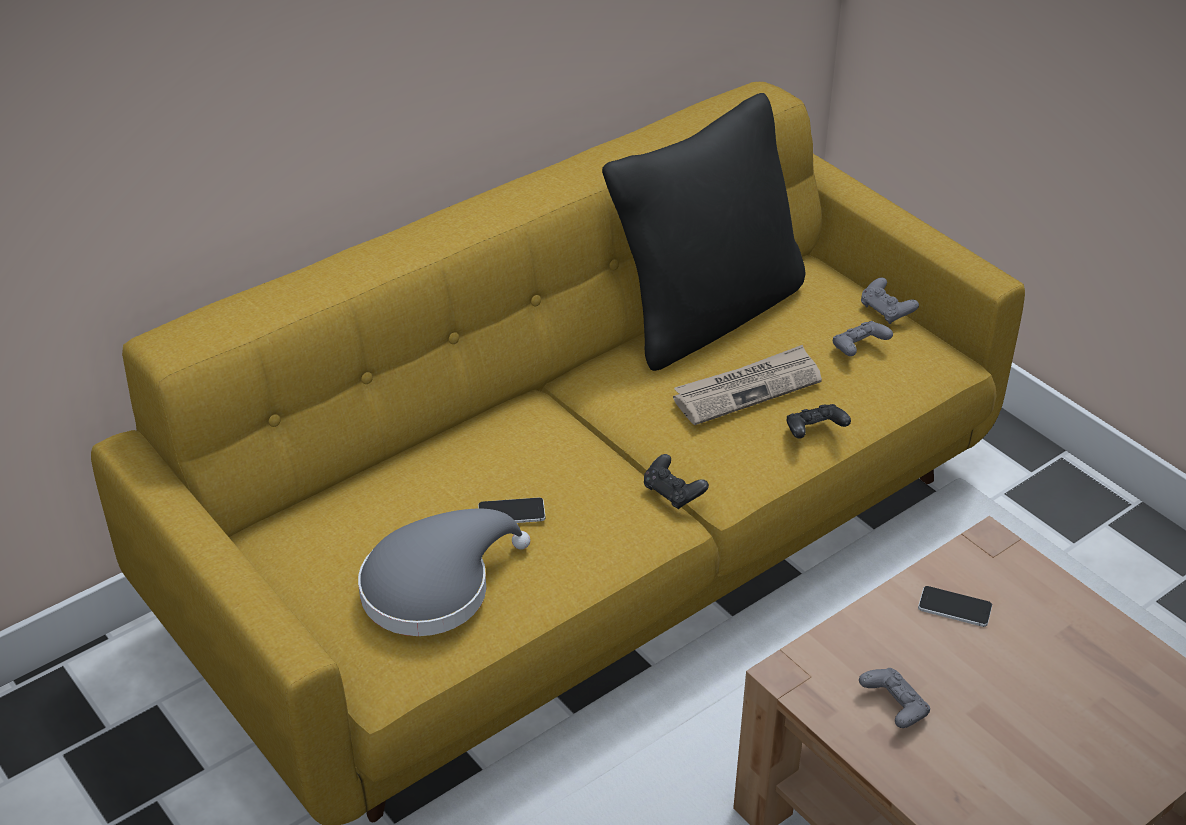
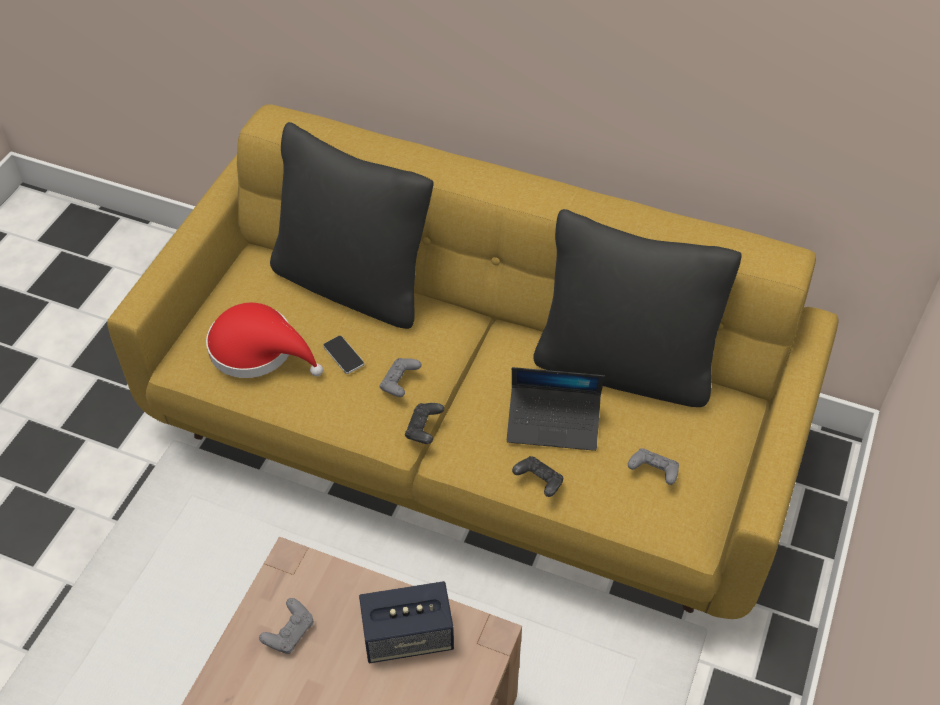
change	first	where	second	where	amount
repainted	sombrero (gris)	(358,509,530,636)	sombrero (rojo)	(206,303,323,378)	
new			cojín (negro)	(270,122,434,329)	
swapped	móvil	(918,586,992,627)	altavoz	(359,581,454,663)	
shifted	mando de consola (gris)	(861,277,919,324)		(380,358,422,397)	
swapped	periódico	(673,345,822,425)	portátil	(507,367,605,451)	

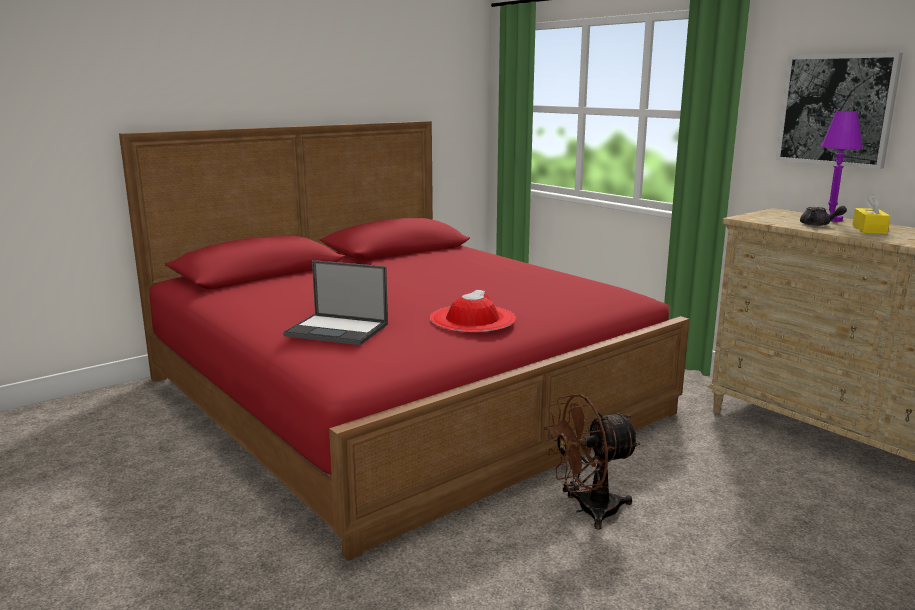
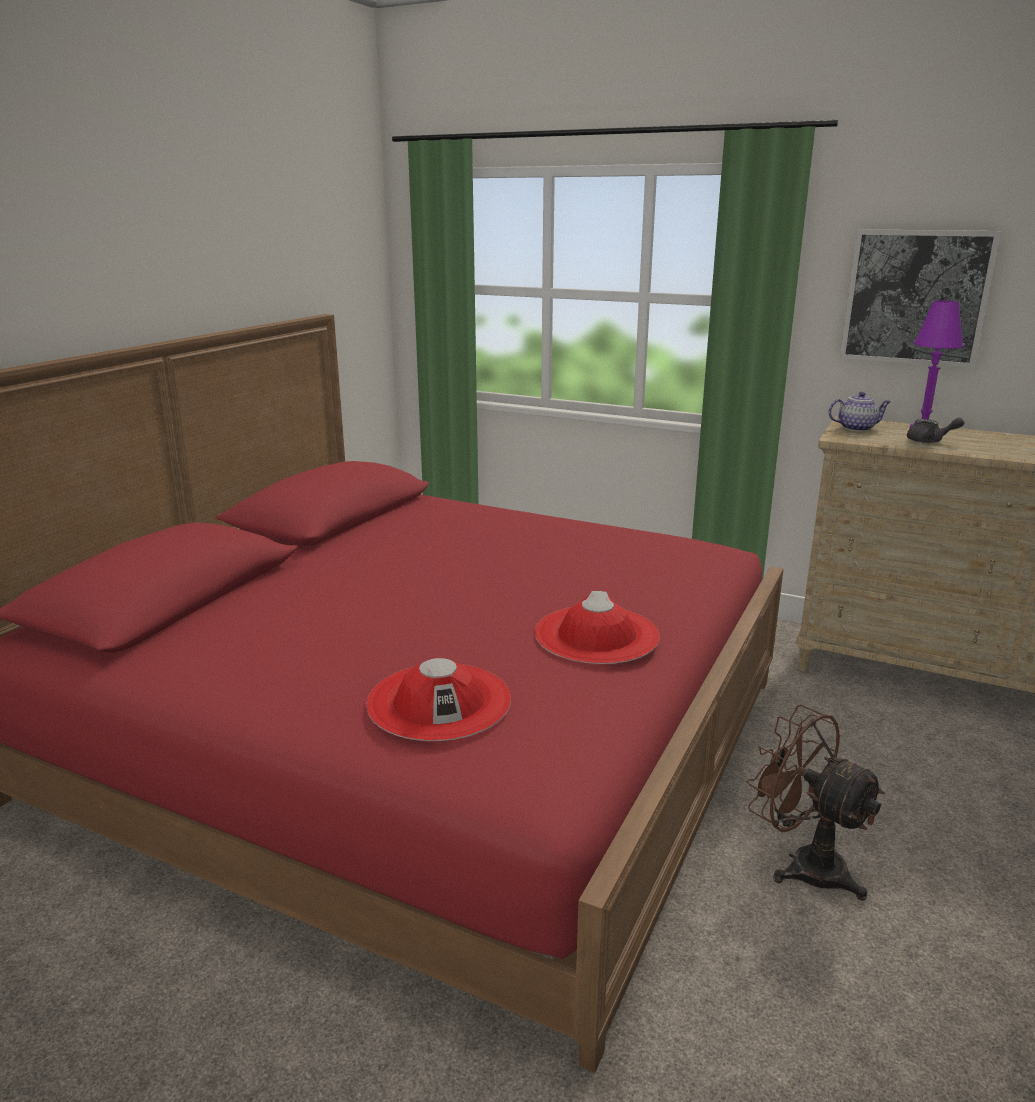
change	first	where	second	where	amount
swapped	portátil	(283,260,388,345)	sombrero (rojo)	(366,658,511,741)	
rotated	ventilador (marrón)	(544,394,641,530)		(747,704,885,901)	90 degrees clockwise
new			tetera	(828,392,891,431)	
gone	caja de pañuelos (amarillo)	(853,194,891,234)			

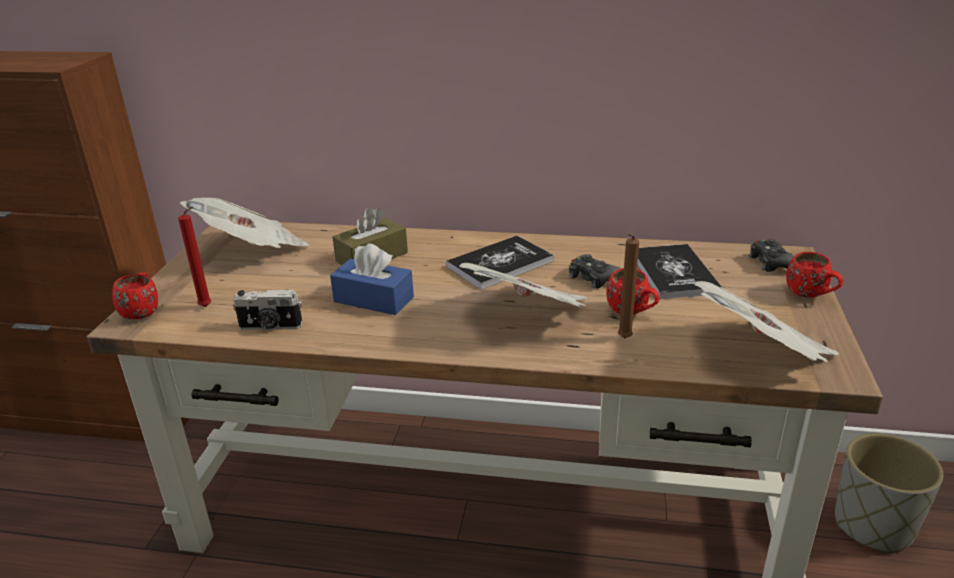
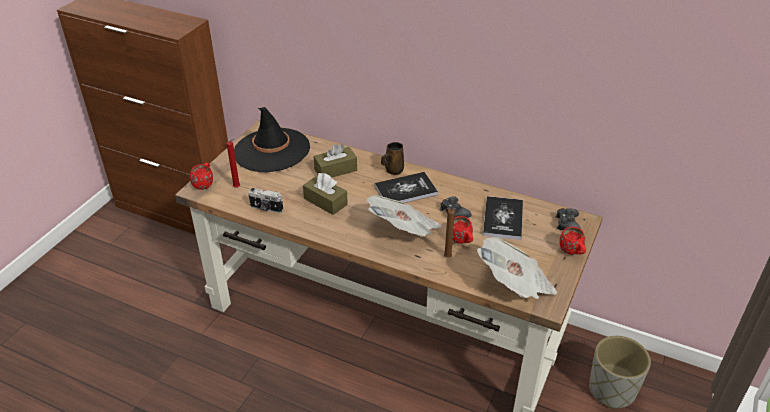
change	first	where	second	where	amount
swapped	periódico	(180,197,310,248)	sombrero (negro)	(234,107,310,172)	
repainted	caja de pañuelos (azul)	(330,243,414,315)	caja de pañuelos (marrón)	(303,173,348,215)	
new			taza grande (marrón)	(381,142,404,175)	

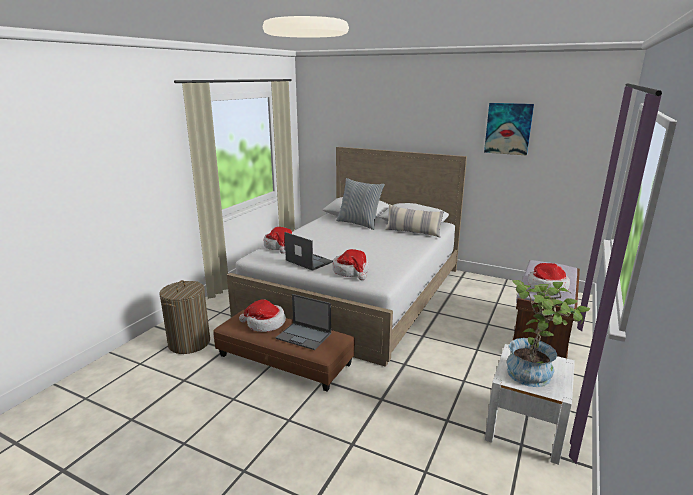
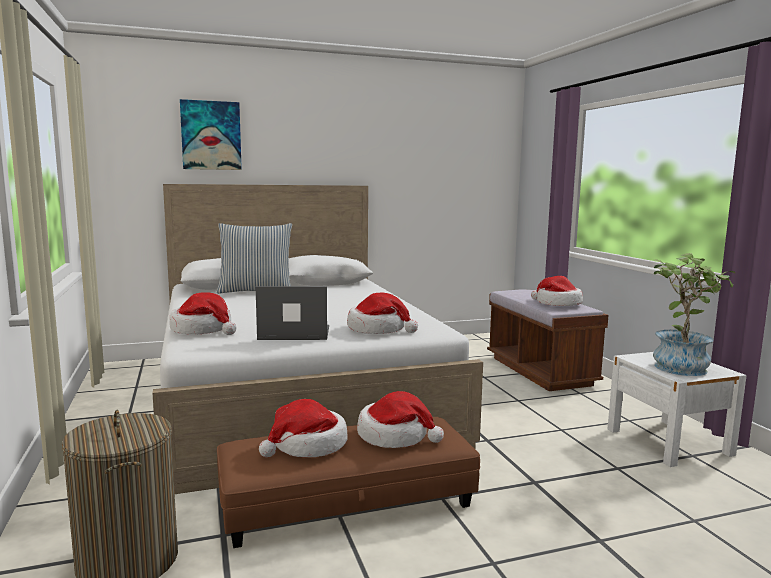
change	first	where	second	where	amount
shifted	cuadro	(484,103,534,156)		(180,99,242,170)	
swapped	portátil	(275,294,331,350)	sombrero	(357,391,444,448)	
gone	cojín	(385,204,444,238)			

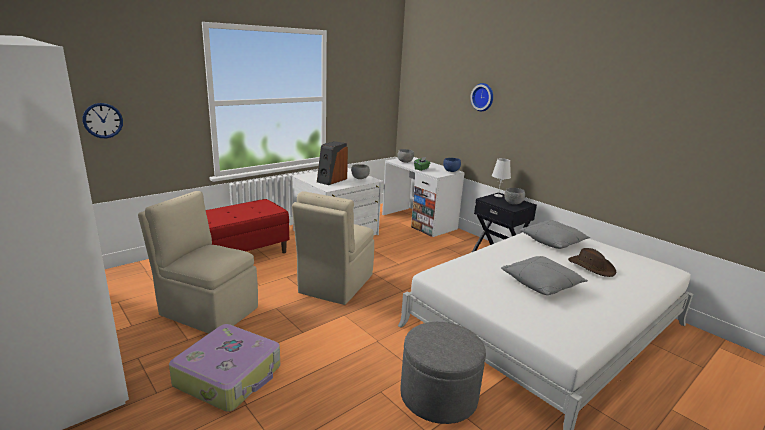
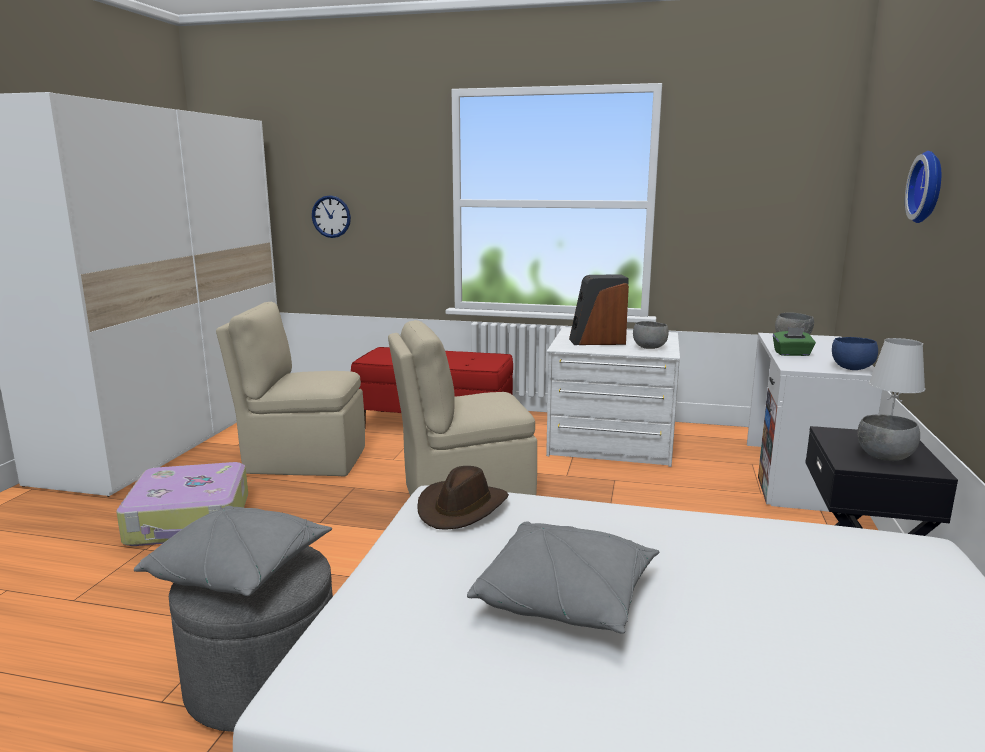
change	first	where	second	where	amount
shifted	cojín (gris)	(520,220,590,249)		(134,506,332,596)	
rotated	silla (beis)	(138,191,258,333)		(216,302,365,476)	75 degrees counterclockwise
shifted	sombrero (marrón)	(568,248,617,277)		(418,466,509,530)	

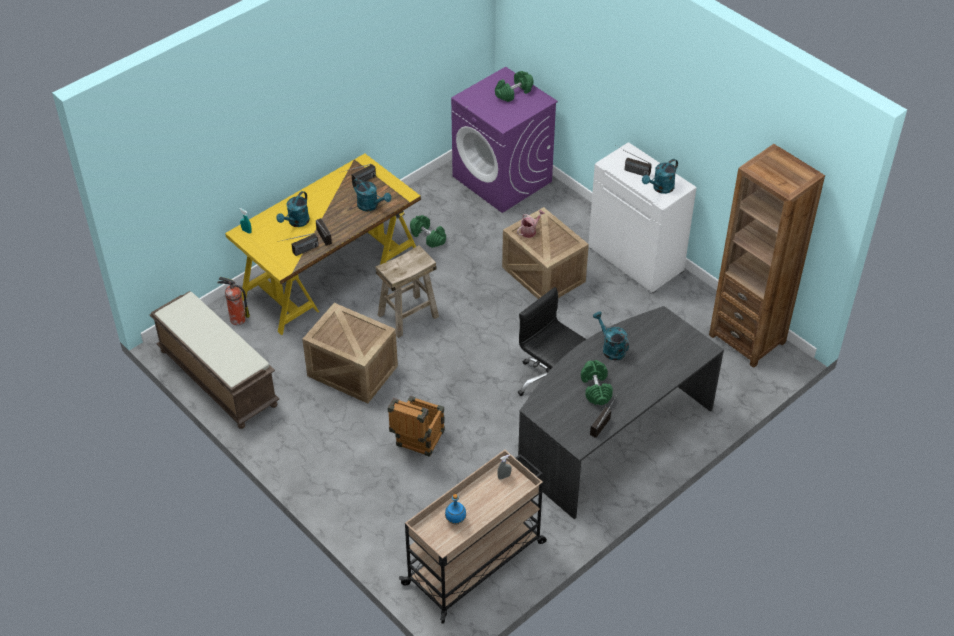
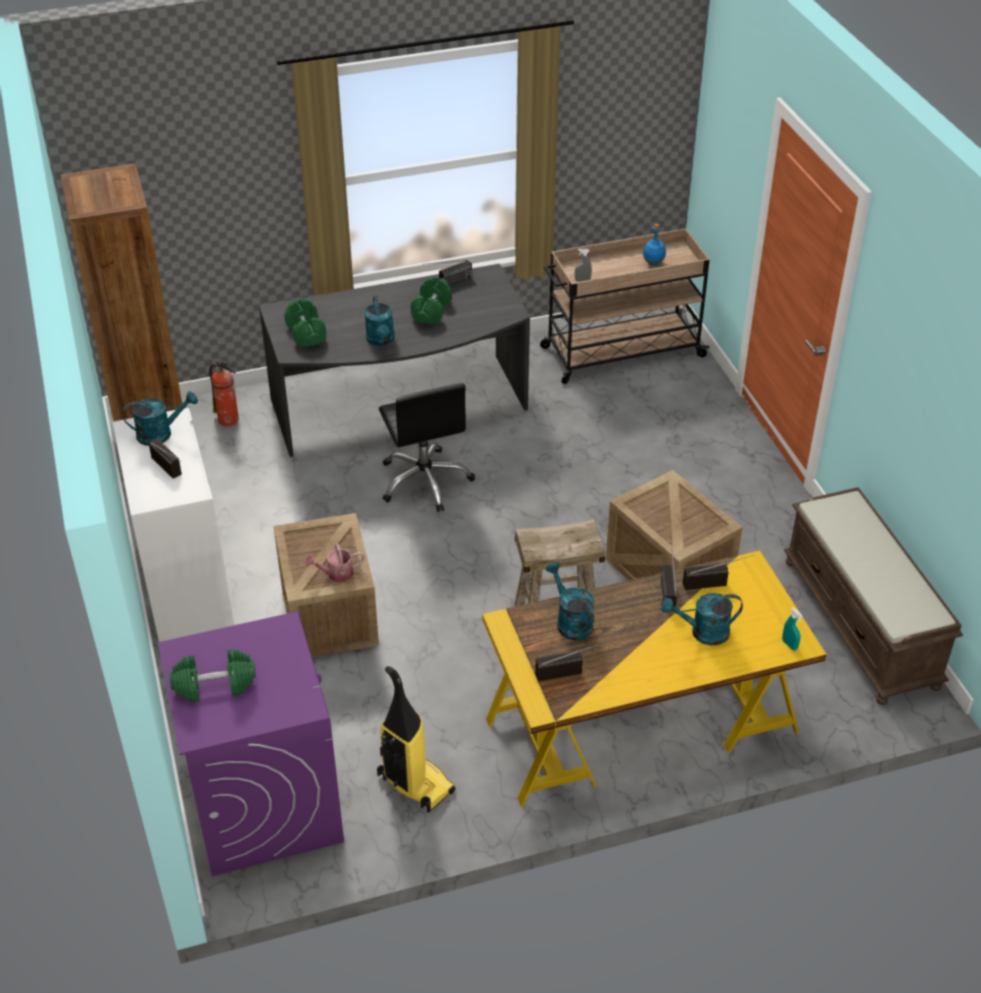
change	first	where	second	where	amount
shifted	extintor	(217,277,250,325)		(209,360,239,426)	
shifted	mancuerna (verde)	(410,215,446,248)		(284,298,326,347)	
new			aspiradora	(377,666,455,813)	
rotated	regadera (turquesa)	(276,191,310,227)		(661,593,743,645)	150 degrees counterclockwise
gone	caja de embalaje	(388,396,445,457)			

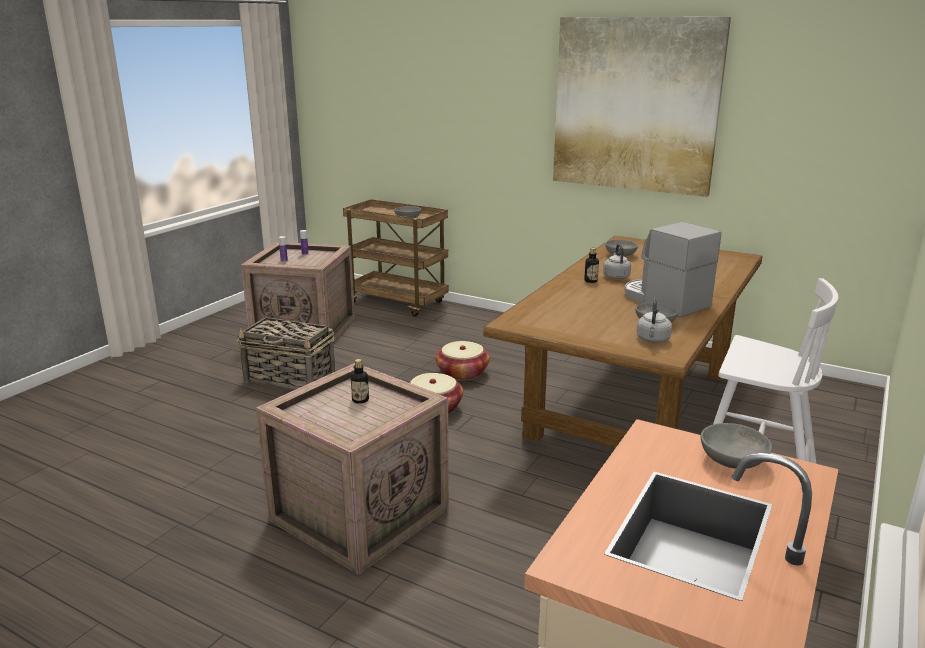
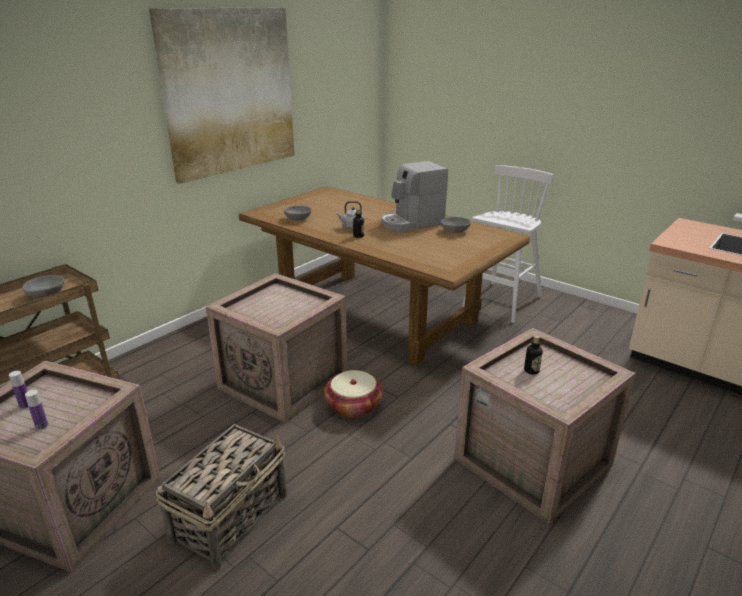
change	first	where	second	where	amount
swapped	cesta	(435,341,490,381)	caja de embalaje	(206,273,347,423)	
gone	hervidor (gris)	(636,298,672,343)			
gone	cuenco (gris)	(701,423,772,469)			

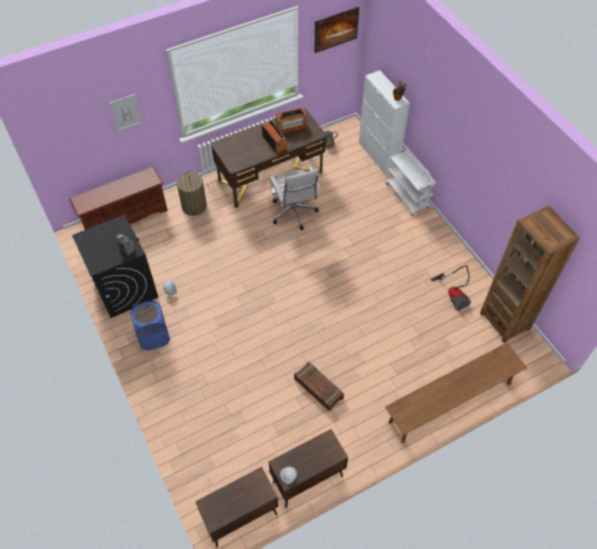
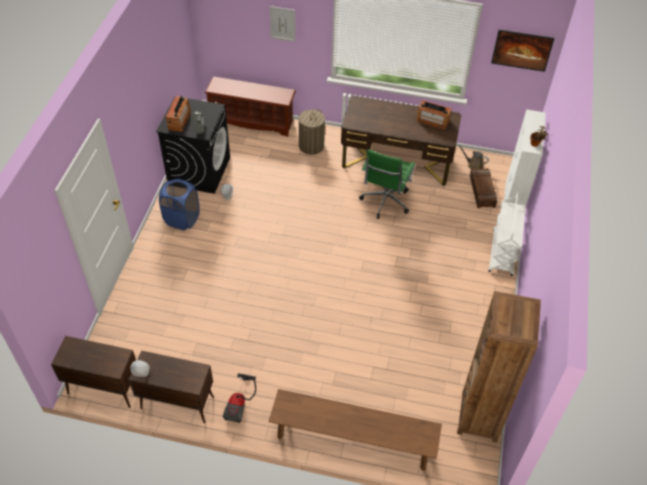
change	first	where	second	where	amount
shifted	radio	(262,120,288,154)		(166,96,191,132)	
shifted	aspiradora	(430,265,471,311)		(223,373,256,423)	
repainted	silla de oficina (blanco)	(270,167,320,230)	silla de oficina (verde)	(359,149,415,219)	
shifted	caja de embalaje	(294,362,344,412)		(470,168,497,208)	

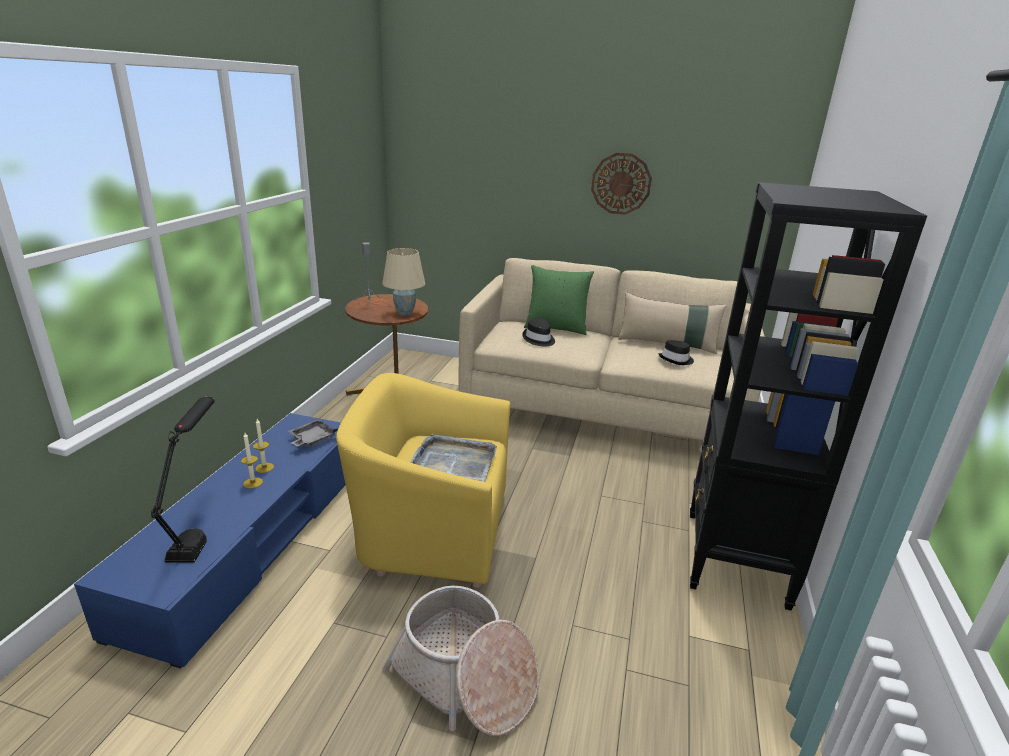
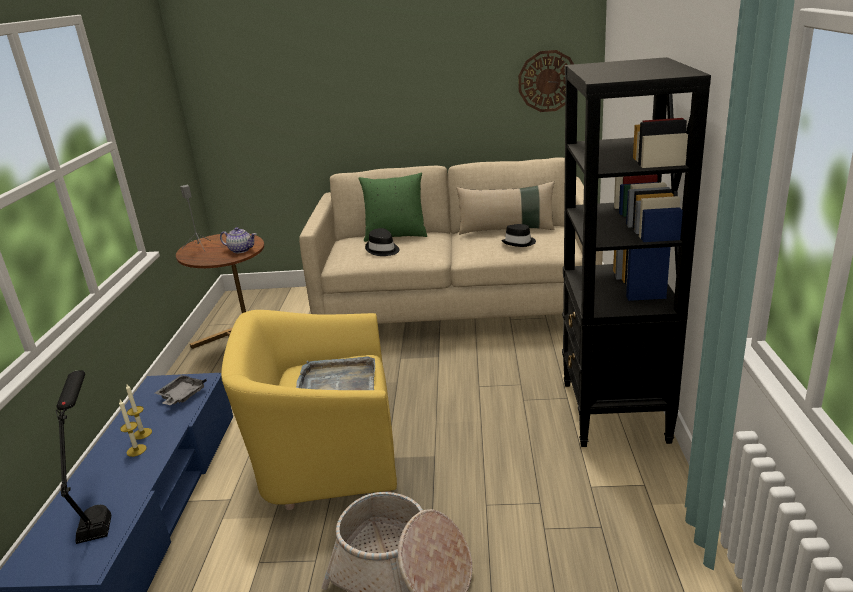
change	first	where	second	where	amount
swapped	lámpara de mesa (beis)	(382,248,425,316)	tetera	(220,227,256,253)	
shifted	reloj de pared	(591,153,652,215)		(518,50,574,112)	

